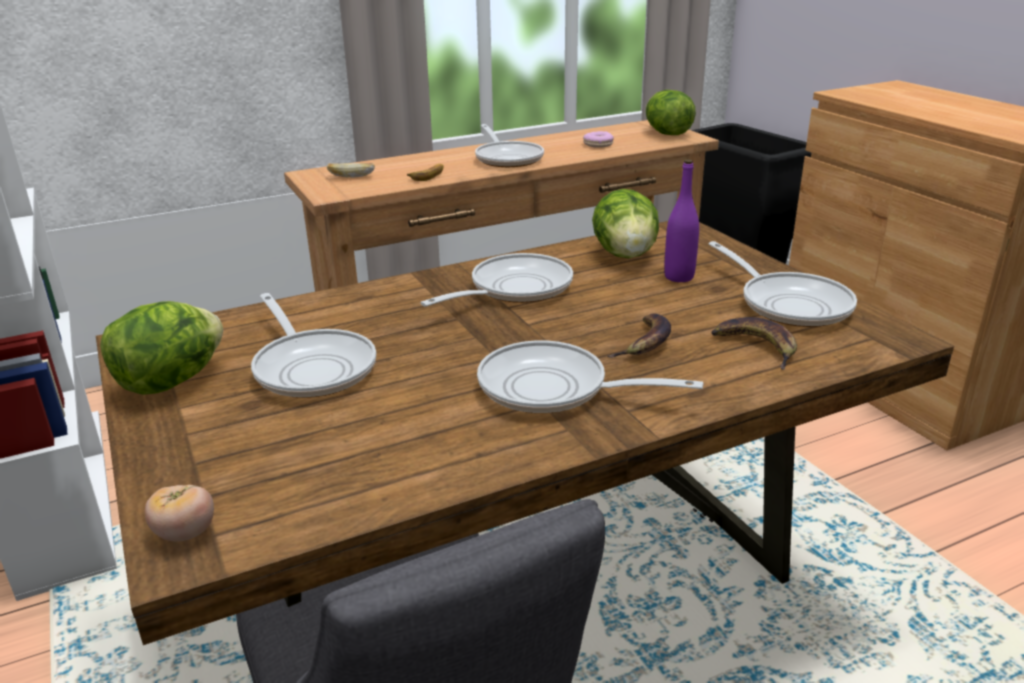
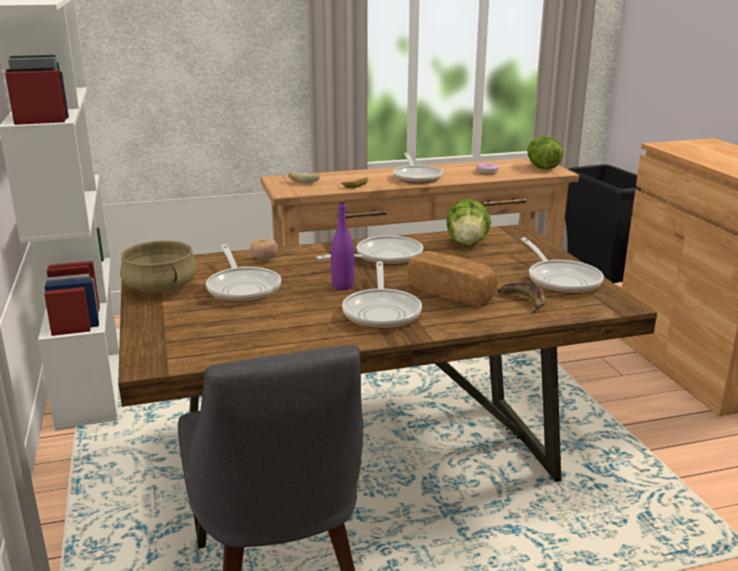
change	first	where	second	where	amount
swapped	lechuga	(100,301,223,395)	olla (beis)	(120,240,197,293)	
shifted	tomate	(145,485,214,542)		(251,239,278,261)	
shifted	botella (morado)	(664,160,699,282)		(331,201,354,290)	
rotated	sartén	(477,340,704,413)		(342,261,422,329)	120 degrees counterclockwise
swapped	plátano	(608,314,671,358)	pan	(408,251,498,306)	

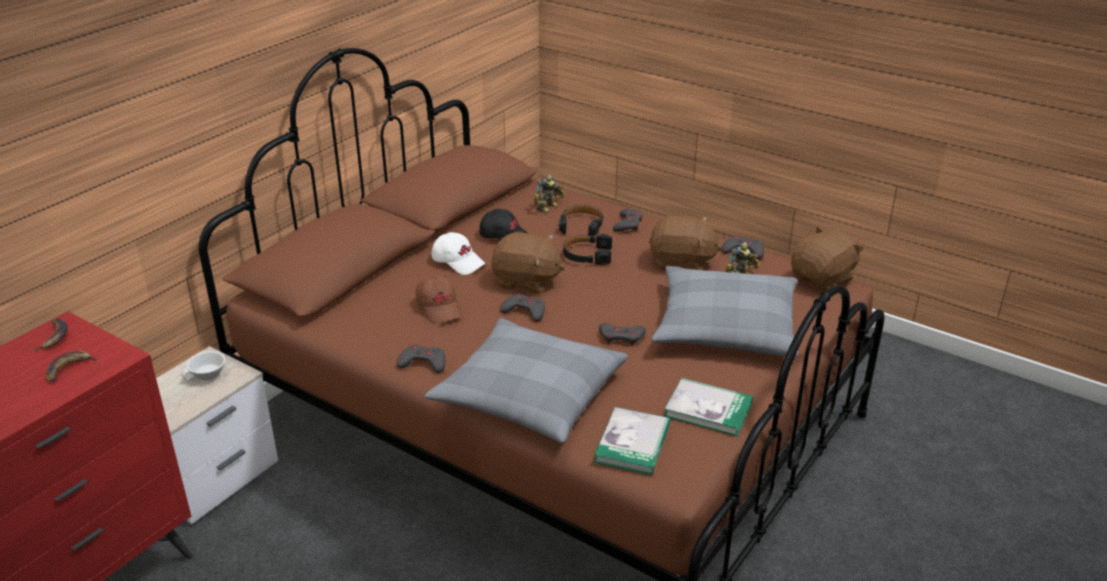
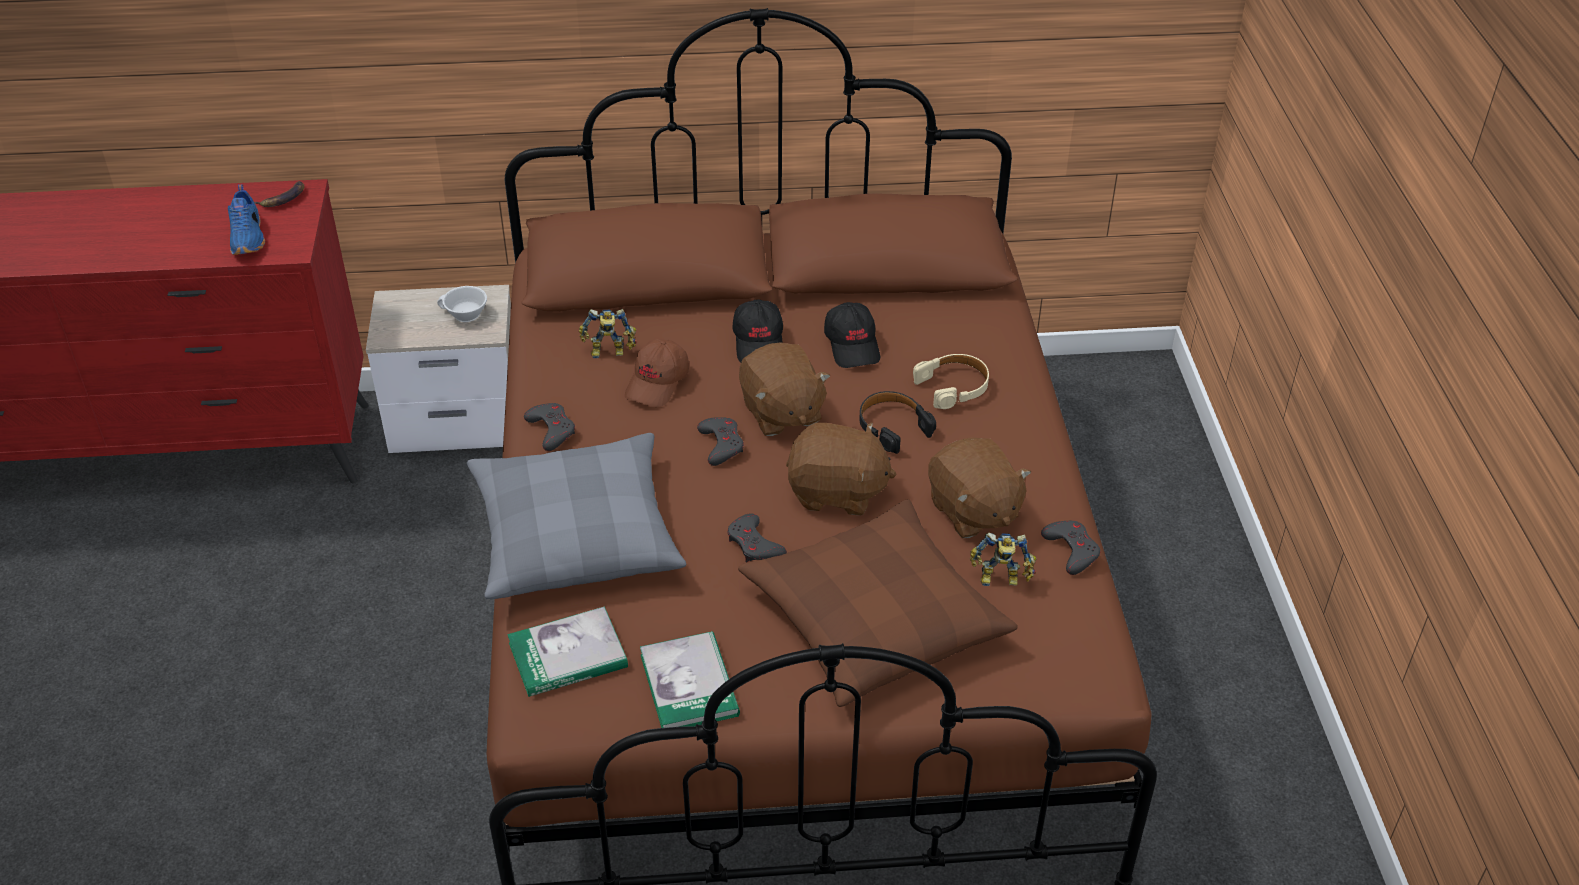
change	first	where	second	where	amount
swapped	plátano	(46,351,99,382)	zapato (azul)	(228,184,265,255)	
shifted	robot de juguete	(534,175,565,213)		(579,309,637,358)	
repainted	gorra (blanco)	(432,232,485,275)	gorra (negro)	(732,299,783,362)	
repainted	cojín (gris)	(652,266,798,357)	cojín (marrón)	(738,499,1018,707)	
shifted	peluche (marrón)	(791,227,864,292)		(786,422,896,516)	
repainted	auriculares (negro)	(559,205,603,236)	auriculares (beis)	(913,354,989,409)	
gone	mando de consola (gris)	(613,209,643,232)			

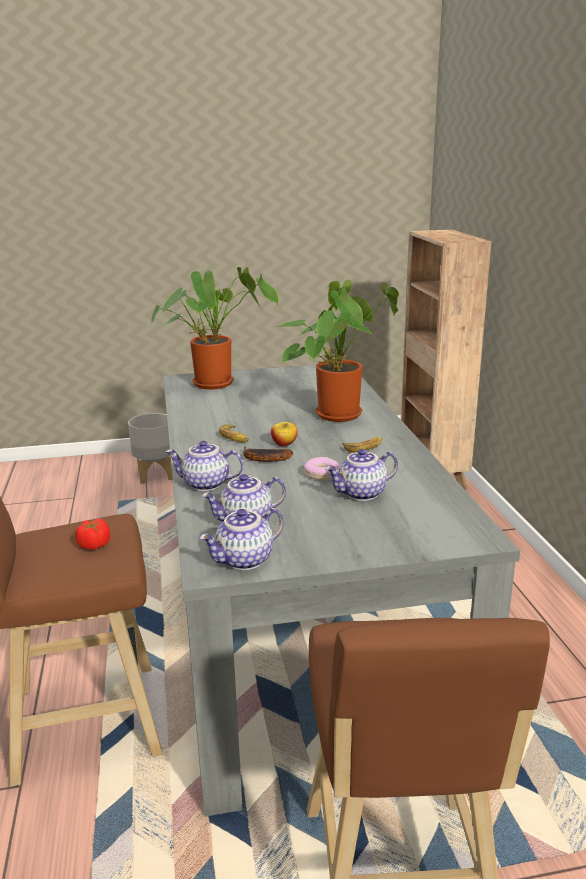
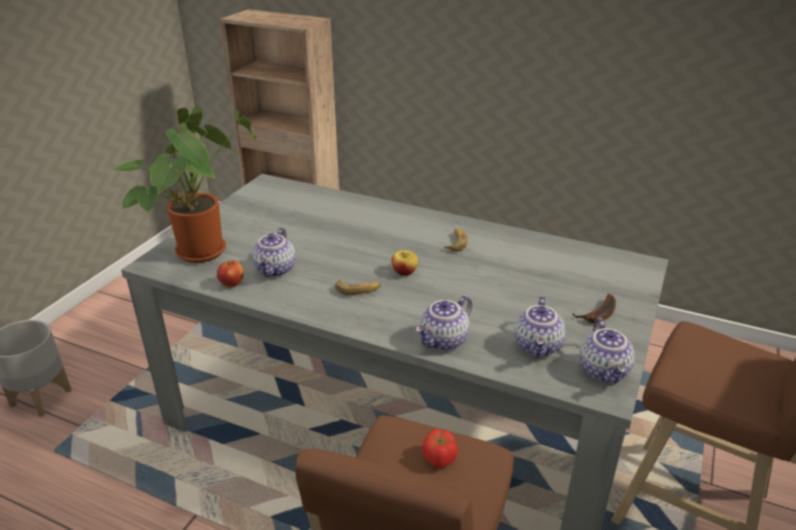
change	first	where	second	where	amount
new			manzana	(217,260,244,287)	
shifted	tetera	(325,449,398,501)		(252,227,296,277)	
shifted	plátano	(243,447,293,462)		(572,294,616,323)	
gone	planta en maceta	(278,280,399,422)			
gone	rosquilla	(304,457,340,480)			

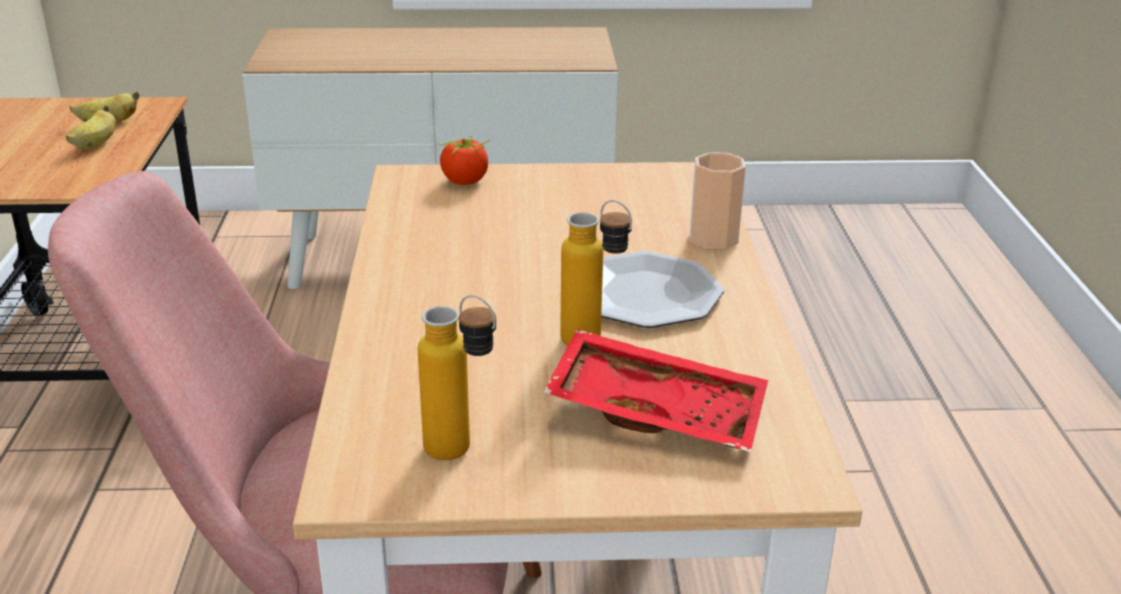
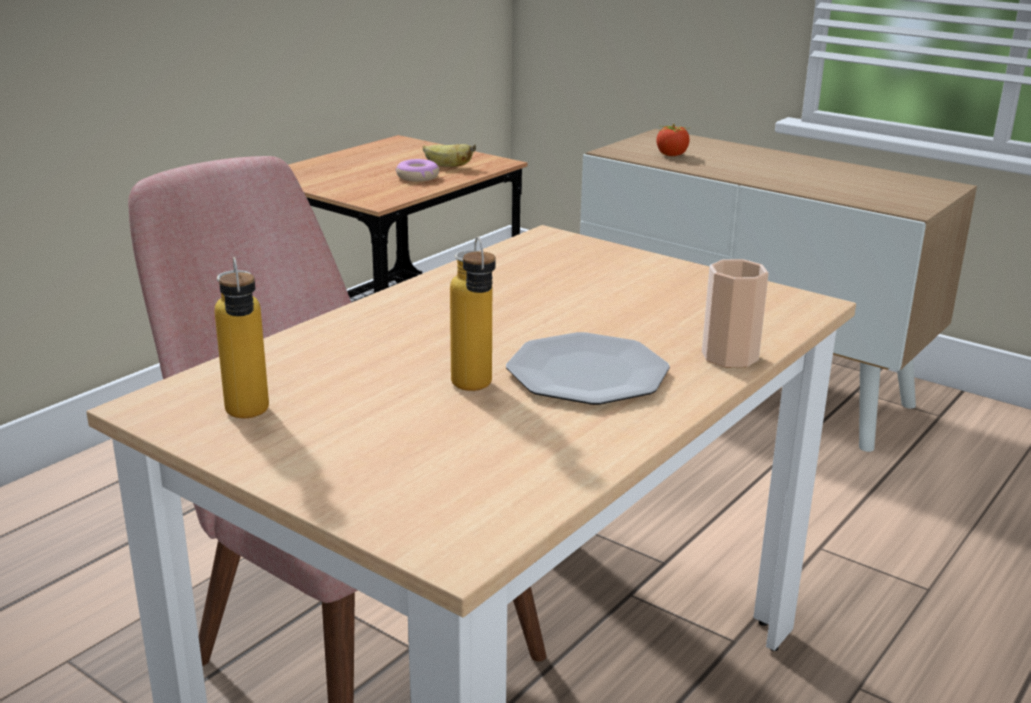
change	first	where	second	where	amount
swapped	plátano	(66,106,116,150)	rosquilla	(396,159,439,182)	
shifted	tomate	(439,136,490,185)		(656,124,691,156)	
gone	bandeja (rojo)	(543,329,768,452)			

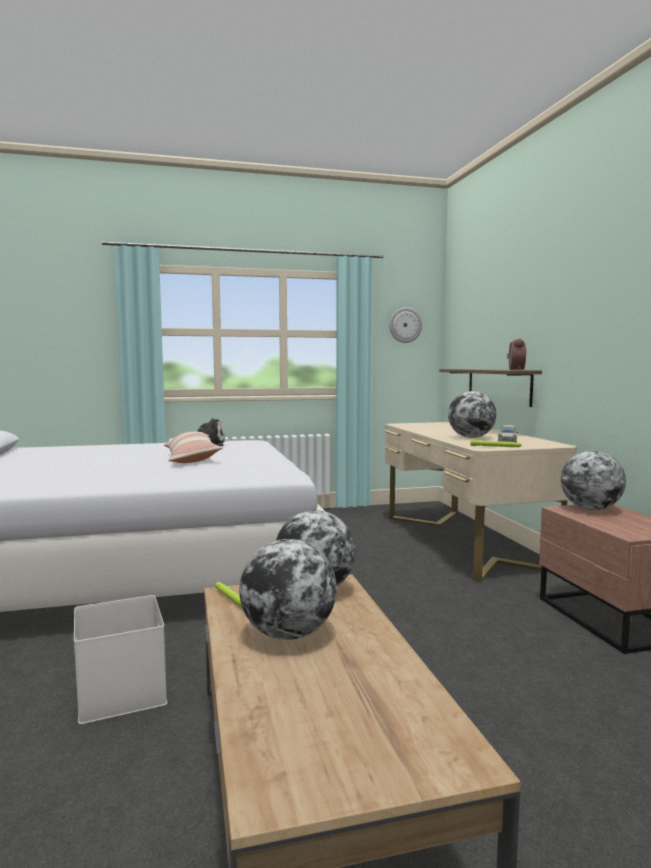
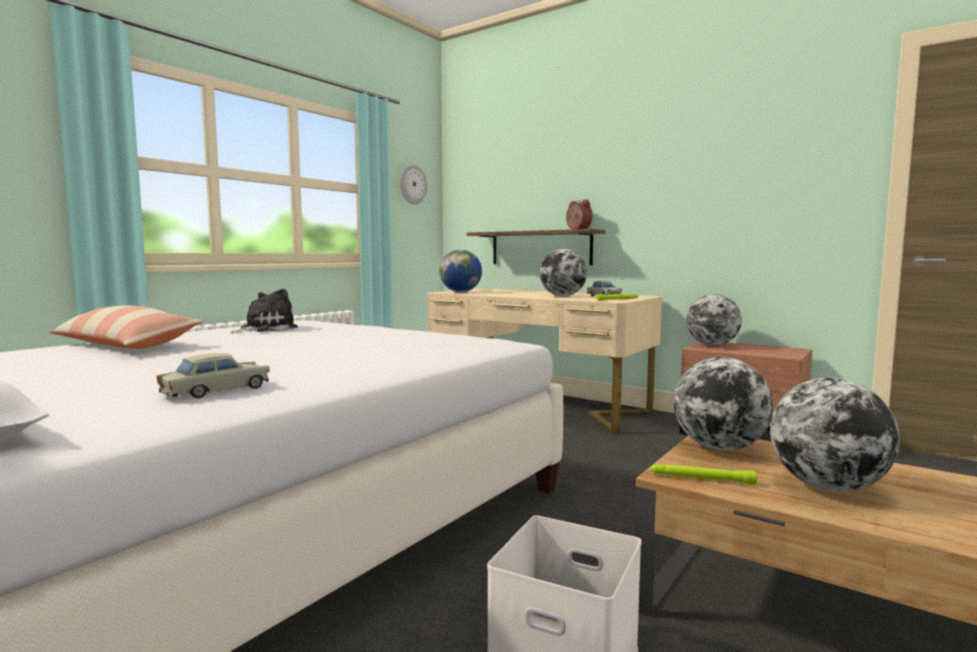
change	first	where	second	where	amount
shifted	cojín	(164,432,223,463)		(49,305,203,349)	
new			coche de juguete (beis)	(157,353,270,398)	
new			globo terráqueo	(439,249,482,292)	

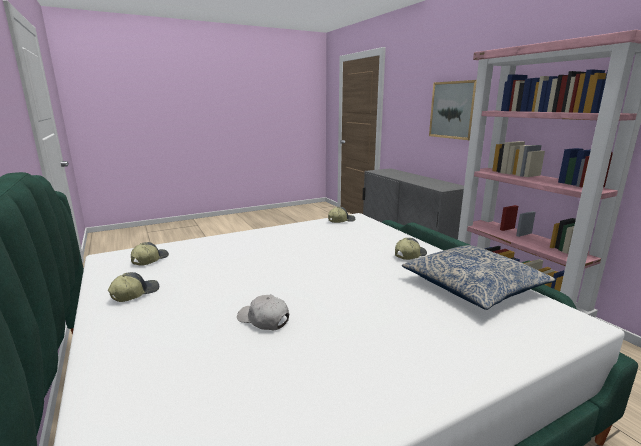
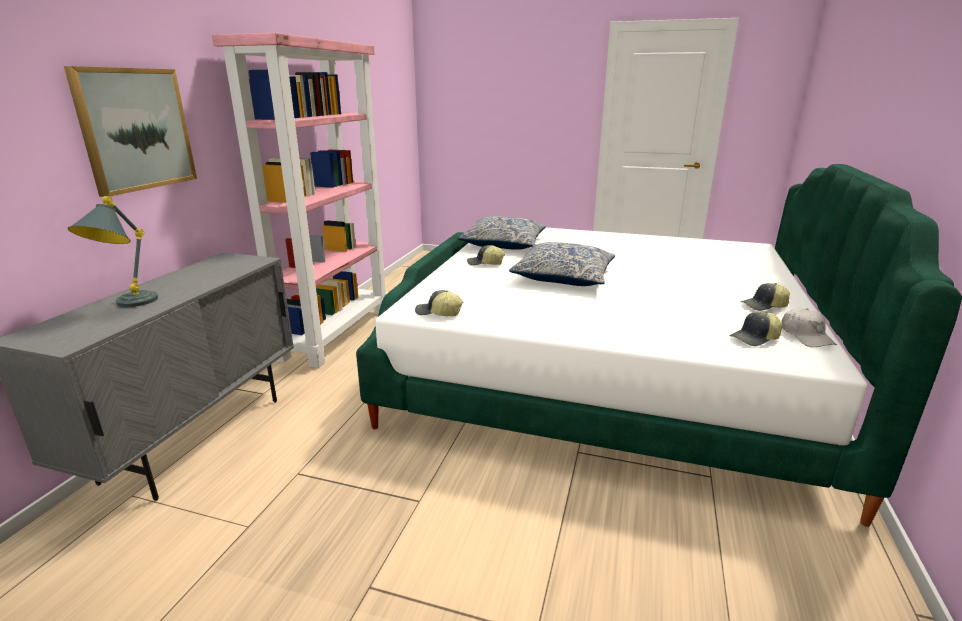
change	first	where	second	where	amount
new			lámpara de mesa (gris)	(68,196,158,307)	
new			cojín	(509,242,615,286)	
shifted	gorra (blanco)	(237,295,289,330)		(781,308,837,347)	

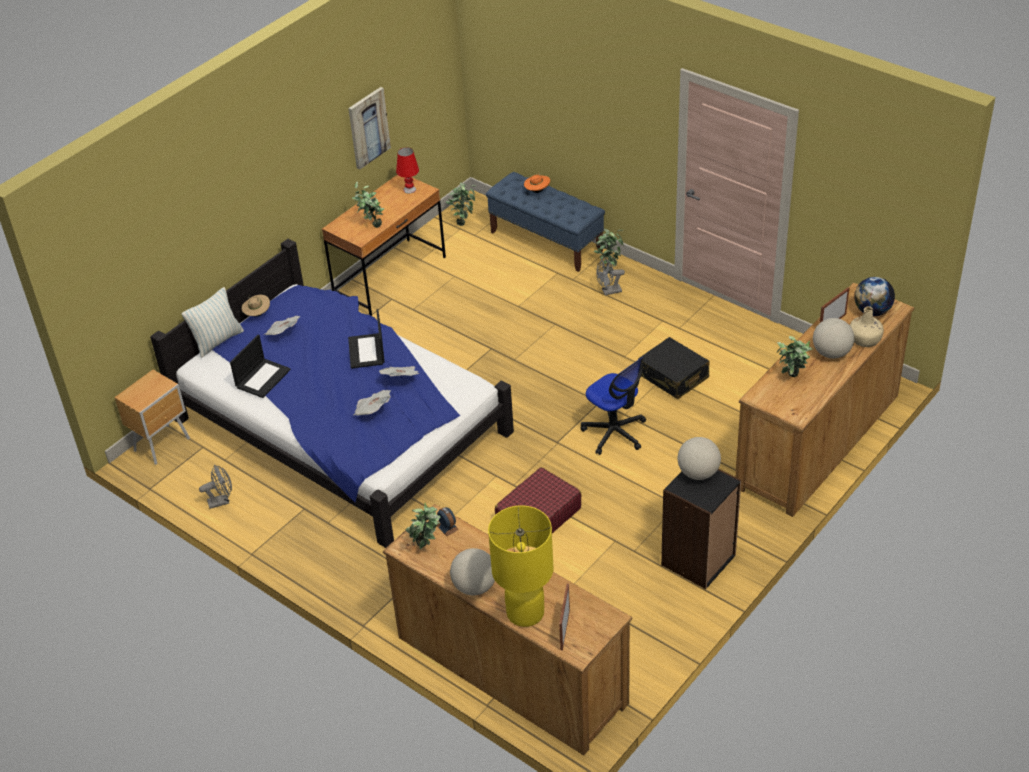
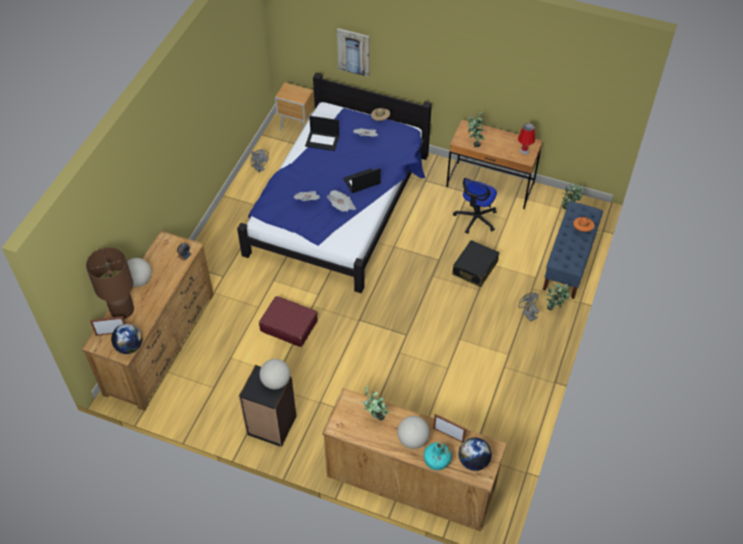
change	first	where	second	where	amount
repainted	lámpara de mesa (amarillo)	(488,505,554,627)	lámpara de mesa (marrón)	(86,247,134,319)	
new			globo terráqueo	(111,324,143,354)	
shifted	cuadro	(348,87,391,170)		(337,28,370,77)	
repainted	botella (beis)	(850,306,884,347)	botella (turquesa)	(424,442,452,470)	
shifted	maleta (negro)	(638,337,709,399)		(452,240,499,287)	
shifted	silla de oficina	(581,357,646,455)		(453,178,497,234)	
gone	cojín	(182,287,244,358)			
gone	planta en maceta	(405,503,441,549)			

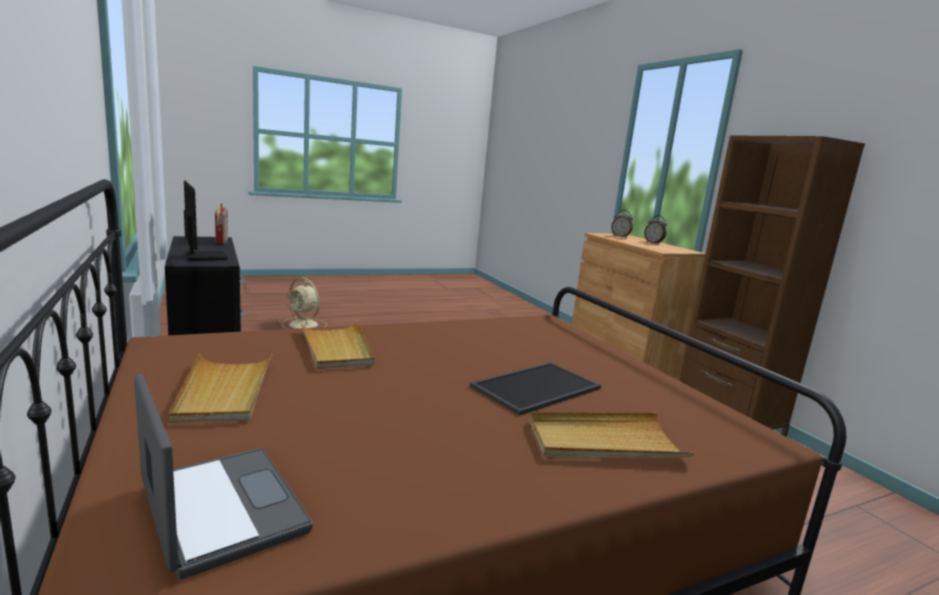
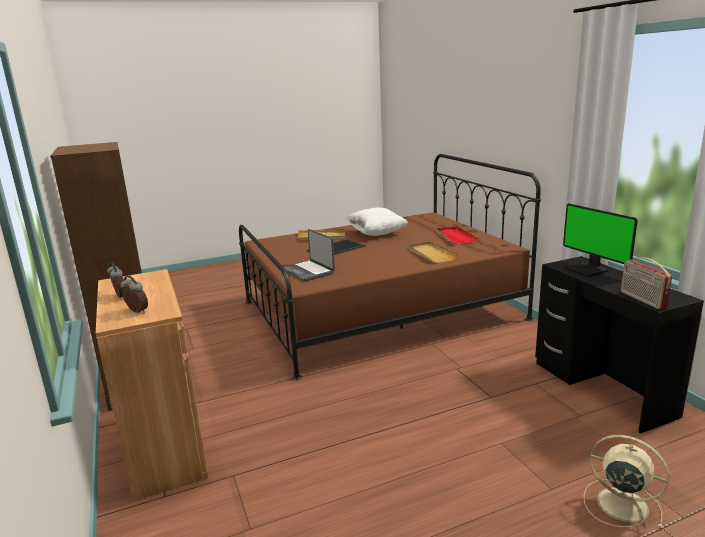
change	first	where	second	where	amount
shifted	portátil	(134,374,313,580)		(284,229,335,282)	
new			cojín (blanco)	(346,208,408,236)	
repainted	bandeja (beis)	(169,354,272,423)	bandeja (rojo)	(436,226,478,245)	

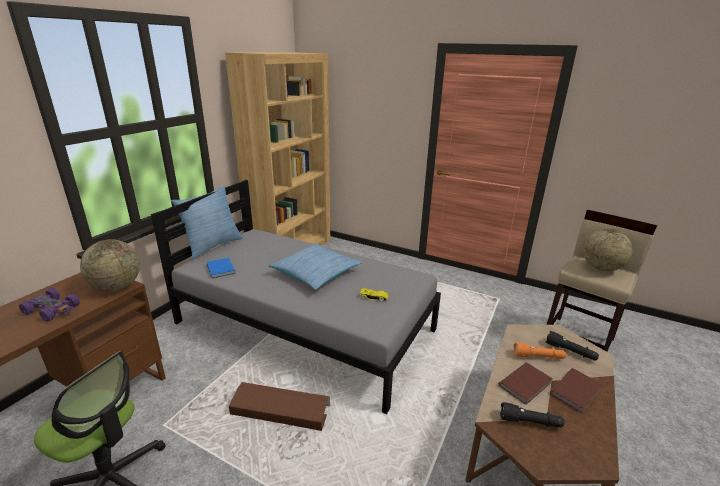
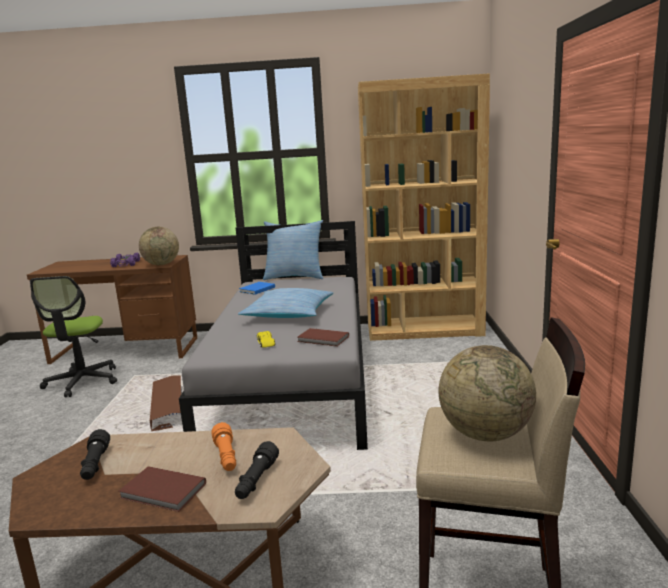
change	first	where	second	where	amount
shifted	libro (marrón)	(499,362,553,405)		(298,328,349,347)	

